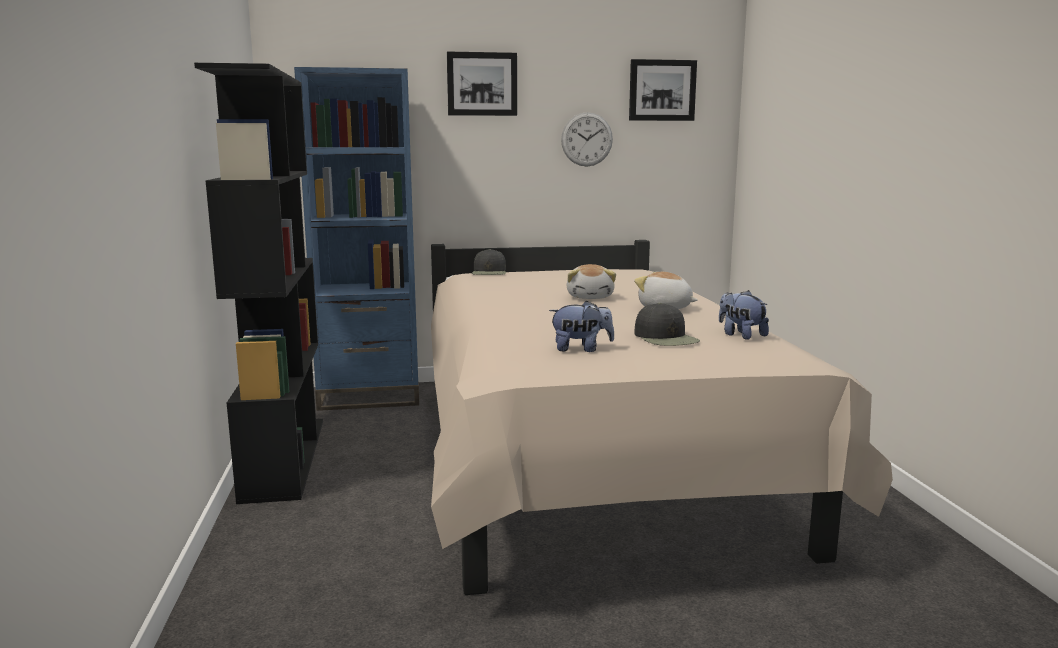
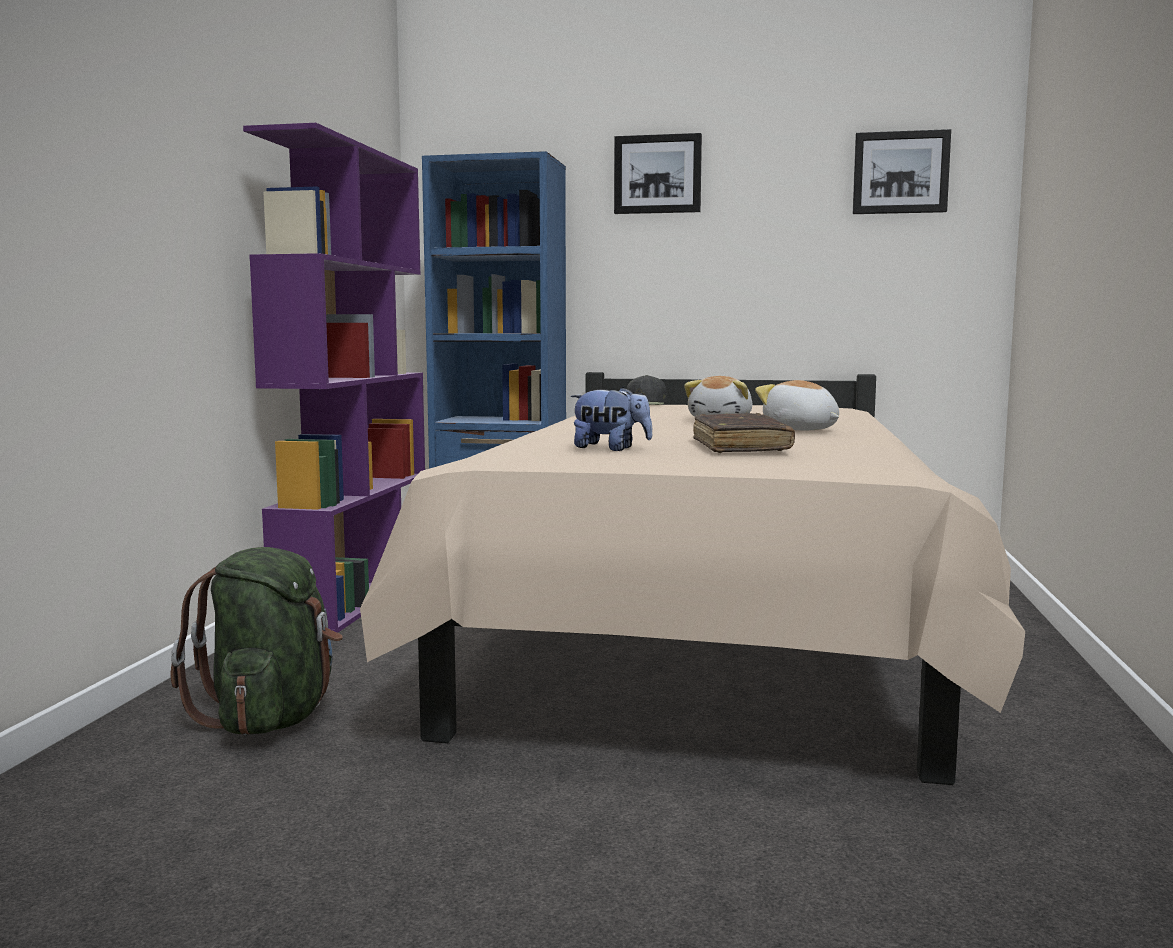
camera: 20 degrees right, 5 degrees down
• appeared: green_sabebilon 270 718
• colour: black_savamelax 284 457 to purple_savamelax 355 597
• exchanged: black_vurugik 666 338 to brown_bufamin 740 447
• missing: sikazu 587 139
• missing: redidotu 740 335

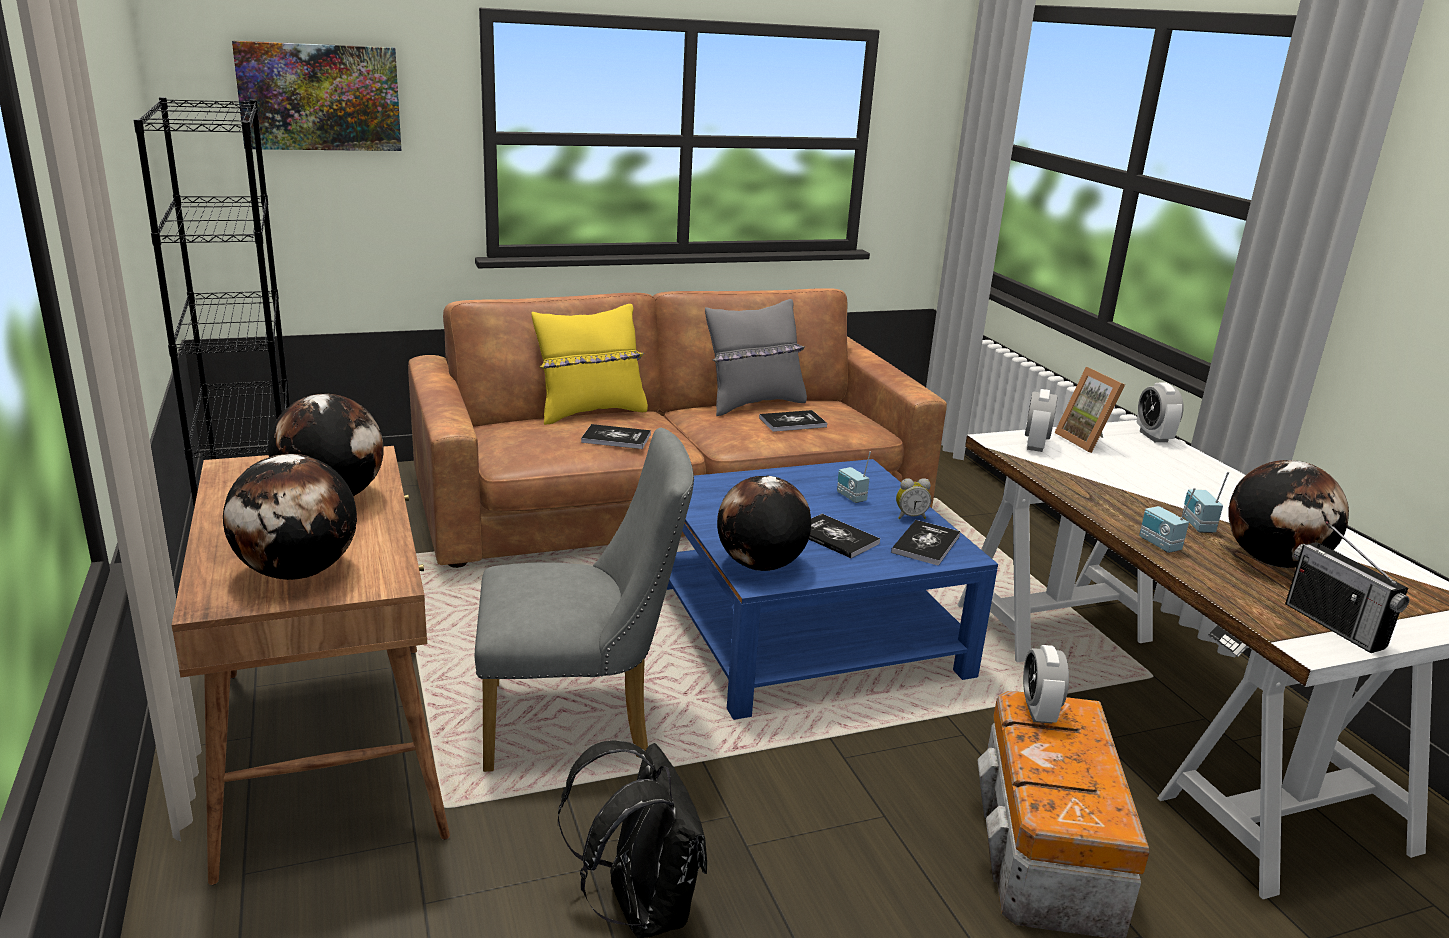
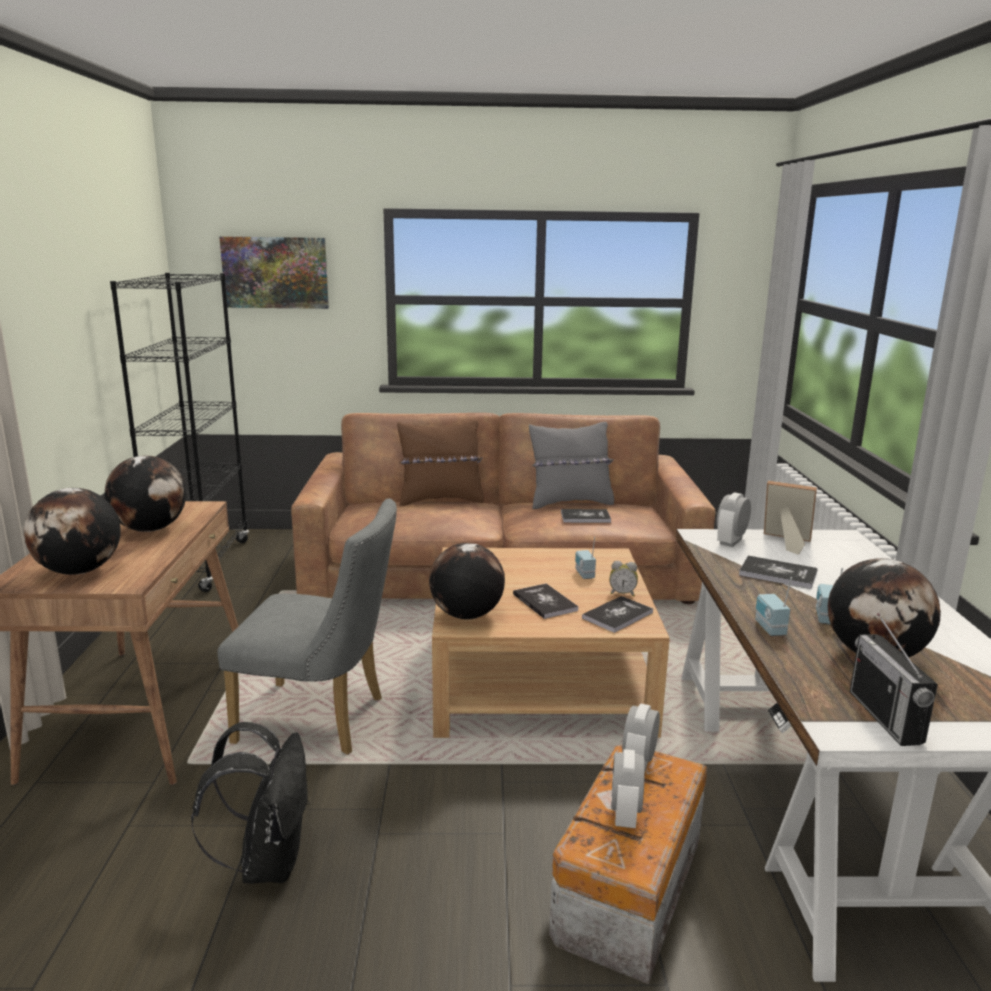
camera: 20 degrees right, 5 degrees down
• colour: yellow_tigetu 590 412 to brown_tigetu 441 500
• colour: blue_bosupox 805 629 to beige_bosupox 539 679
• relocated: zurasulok 1153 436 to 625 814
• relocated: bufamin 616 438 to 778 574
• spun: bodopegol 1087 441 = 784 542 120 degrees clockwise

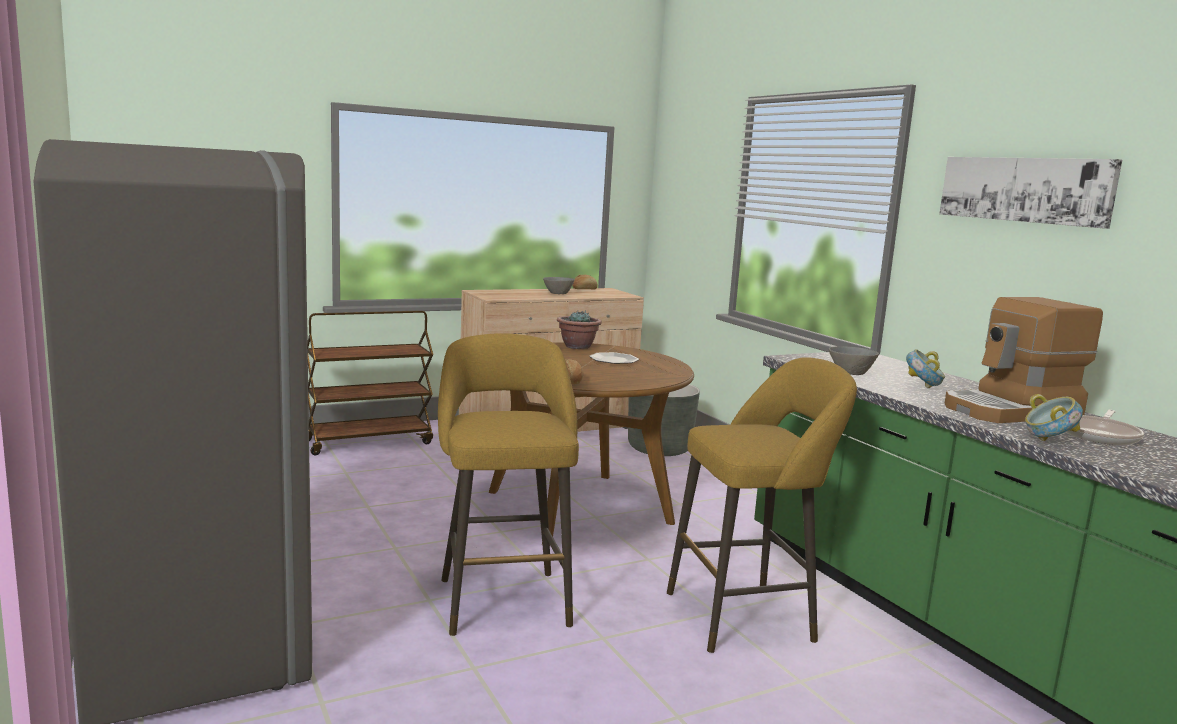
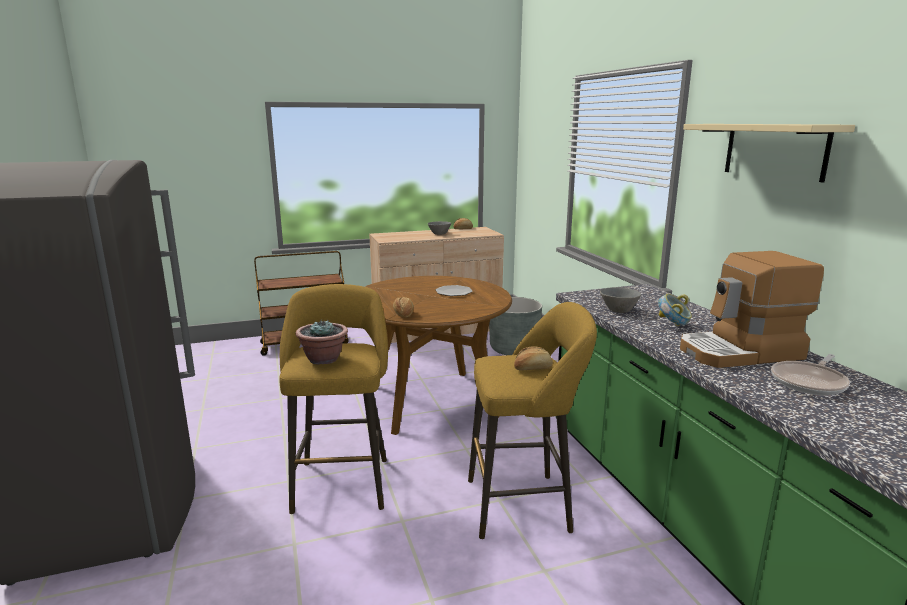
camera: 10 degrees right, 5 degrees up
• relocated: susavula 577 346 to 323 359
• appeared: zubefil 532 368
• exchanged: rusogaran 1024 189 to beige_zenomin 774 150
• missing: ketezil 1048 441

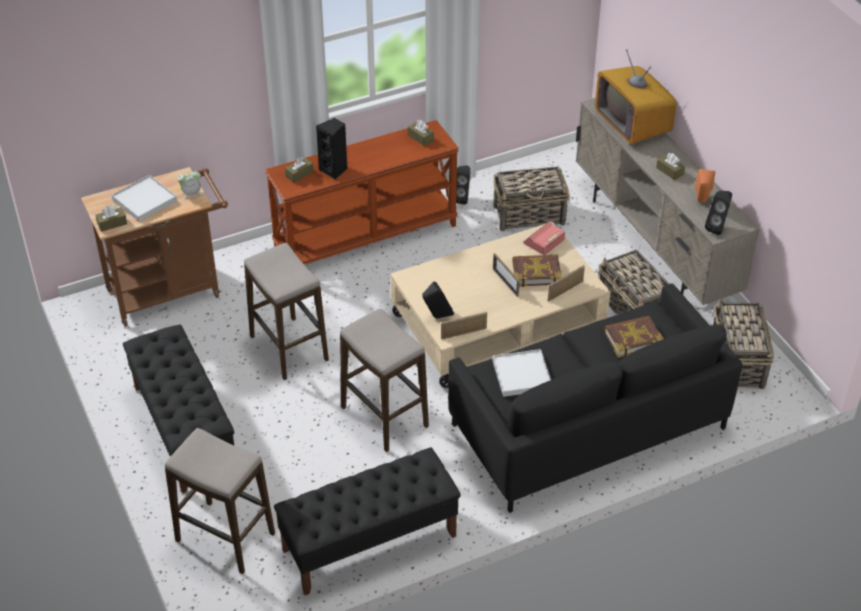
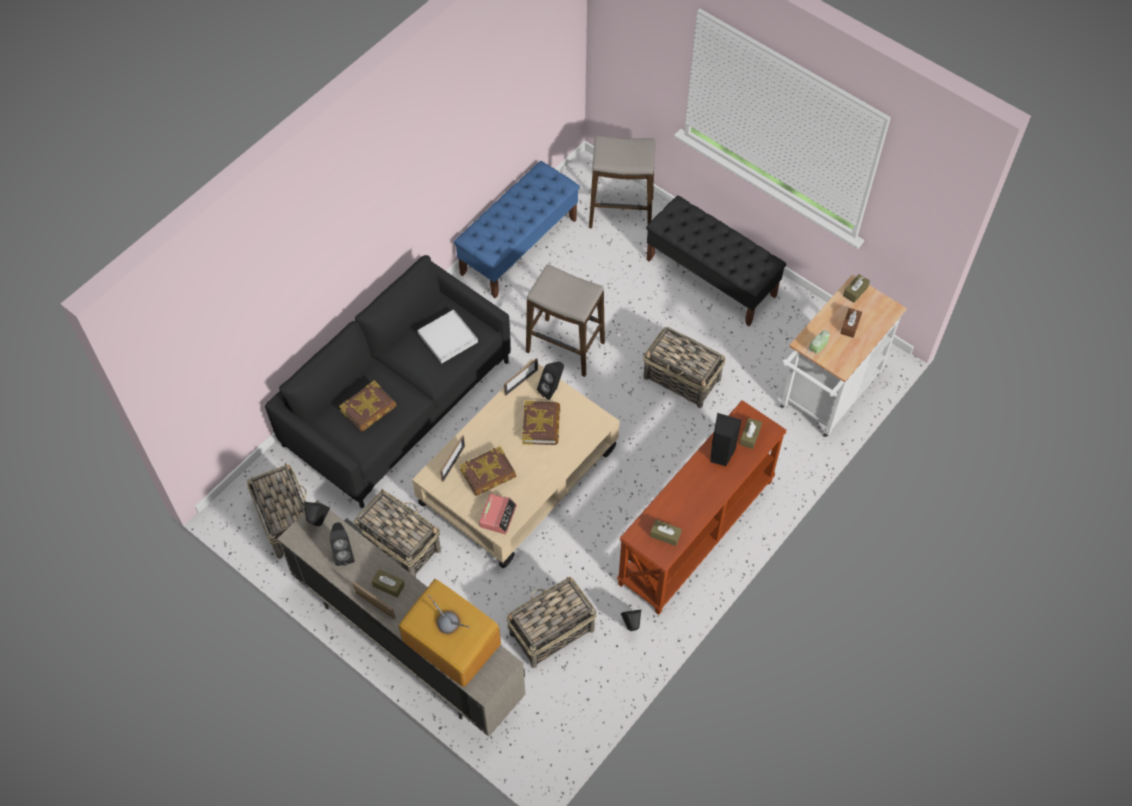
camera: 155 degrees right, 15 degrees up
• colour: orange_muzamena 701 202 to black_muzamena 343 553
• relocated: bodopegol 505 282 to 375 605
• colour: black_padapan 369 543 to blue_padapan 519 246
• appeared: bufamin 541 425
• exchanged: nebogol 289 349 to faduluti 682 379
• colour: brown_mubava 170 290 to white_mubava 825 396
• exchanged: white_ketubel 144 201 to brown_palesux 850 326

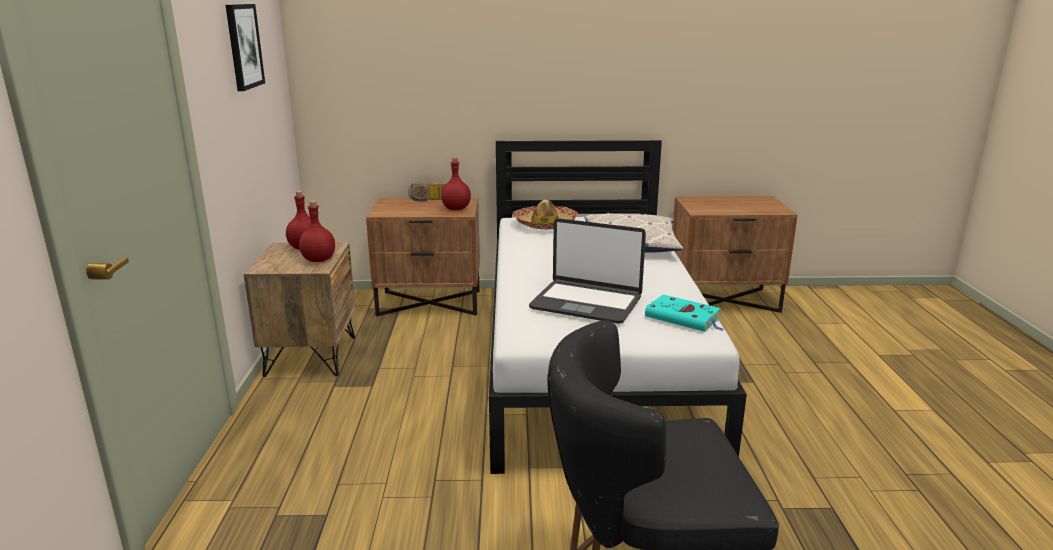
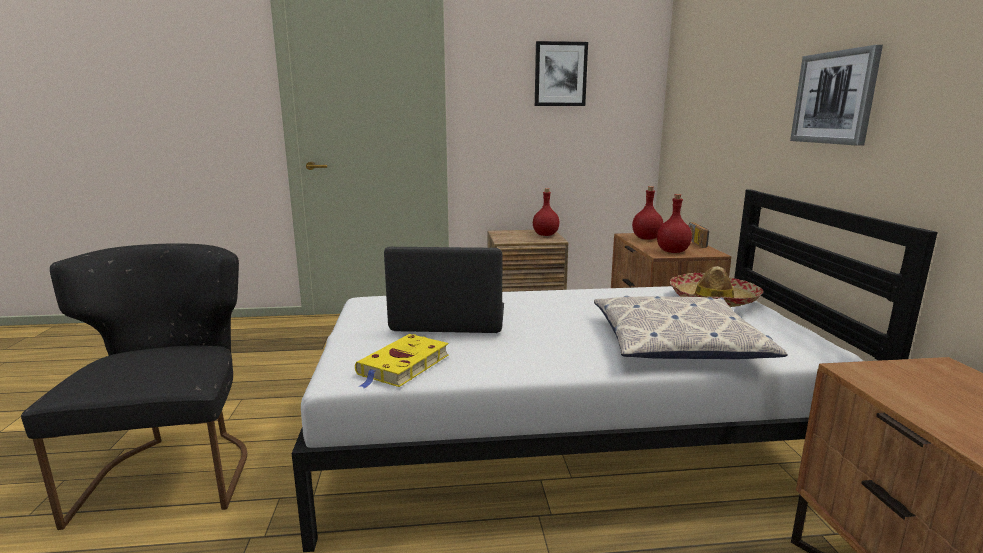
camera: 85 degrees right, 5 degrees down
• colour: turquoise_bufamin 684 318 to yellow_bufamin 402 366
• spun: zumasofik 586 303 = 449 320 75 degrees clockwise
• relocated: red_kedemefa 319 260 to 646 238
• appeared: rusogaran 834 98

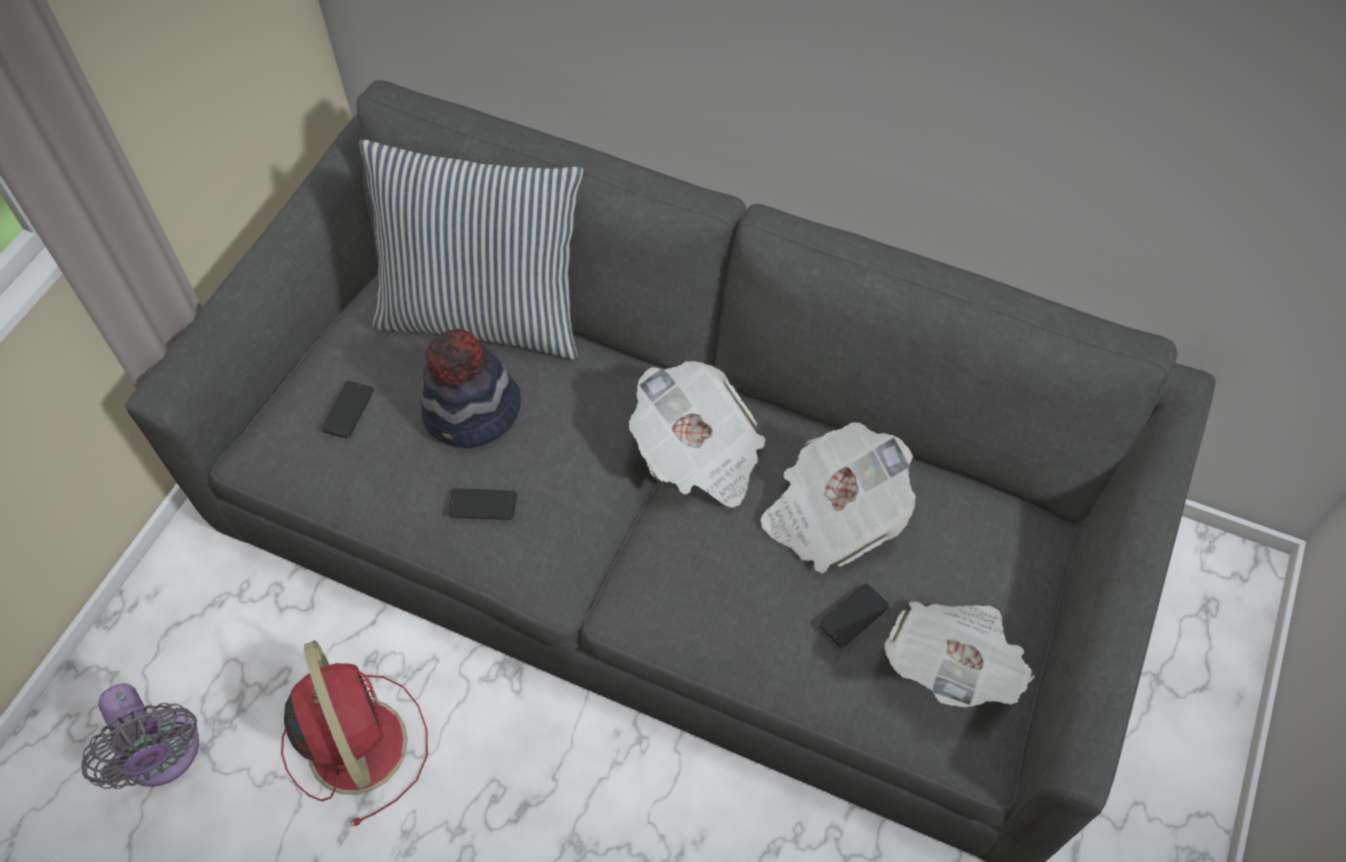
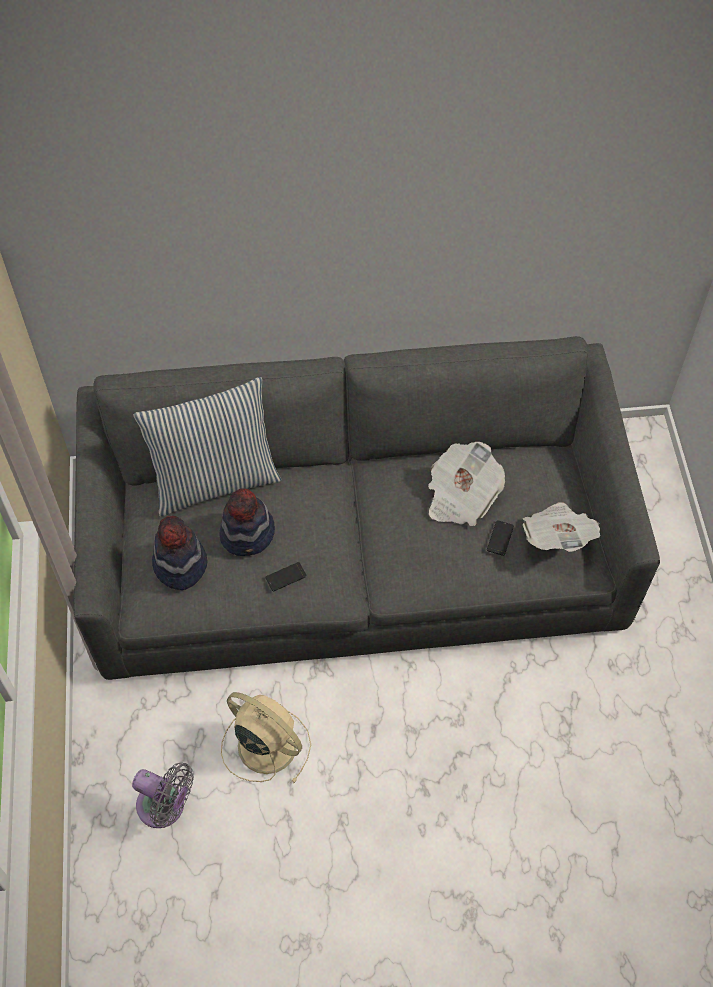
camera: 30 degrees left, 0 degrees up
• exchanged: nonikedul 348 410 to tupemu 180 565
• colour: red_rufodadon 356 741 to beige_rufodadon 265 744
• missing: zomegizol 698 454

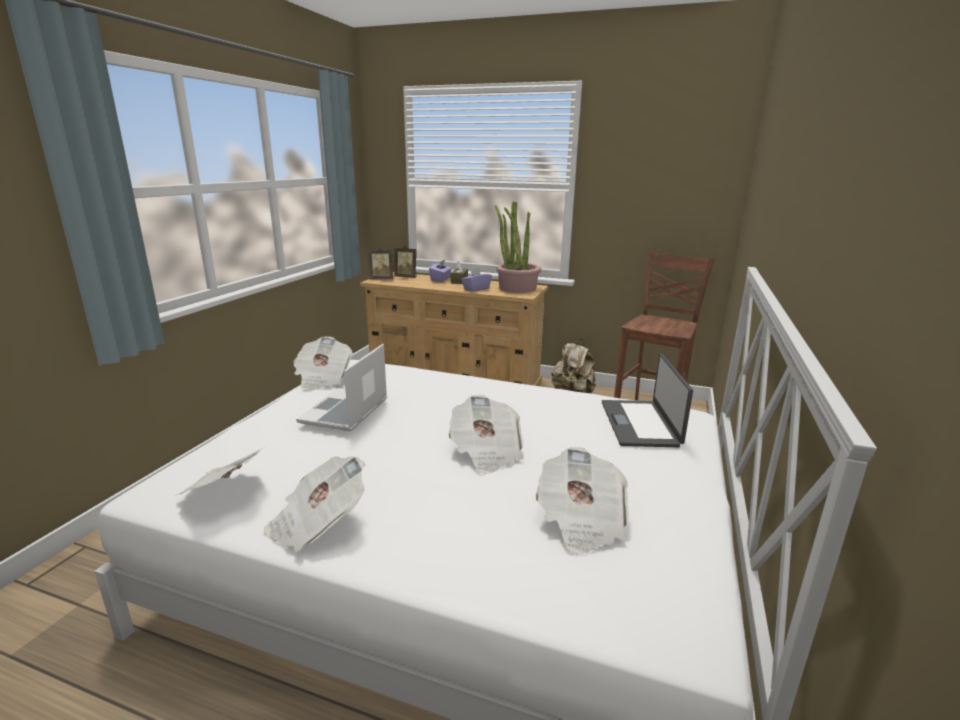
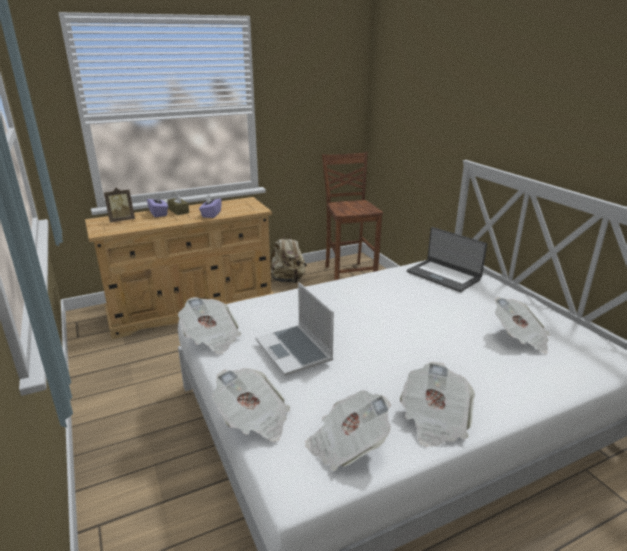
camera: 45 degrees left, 5 degrees up
• relocated: zomegizol 486 452 to 253 419
• missing: bodopegol 381 279
• missing: susavula 517 288

